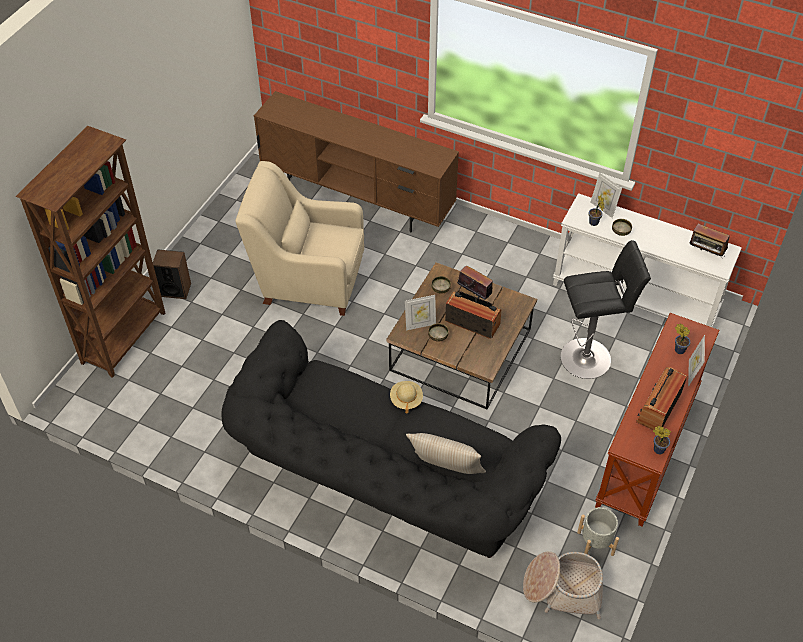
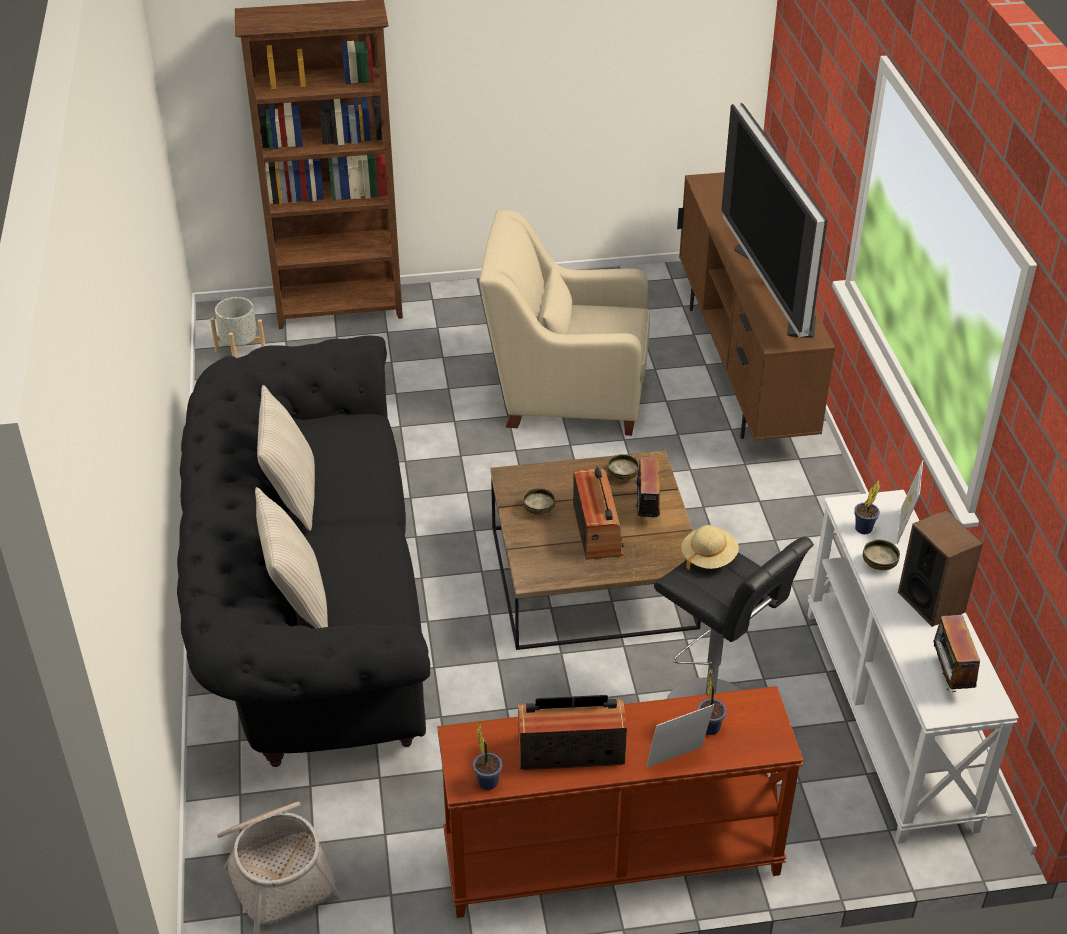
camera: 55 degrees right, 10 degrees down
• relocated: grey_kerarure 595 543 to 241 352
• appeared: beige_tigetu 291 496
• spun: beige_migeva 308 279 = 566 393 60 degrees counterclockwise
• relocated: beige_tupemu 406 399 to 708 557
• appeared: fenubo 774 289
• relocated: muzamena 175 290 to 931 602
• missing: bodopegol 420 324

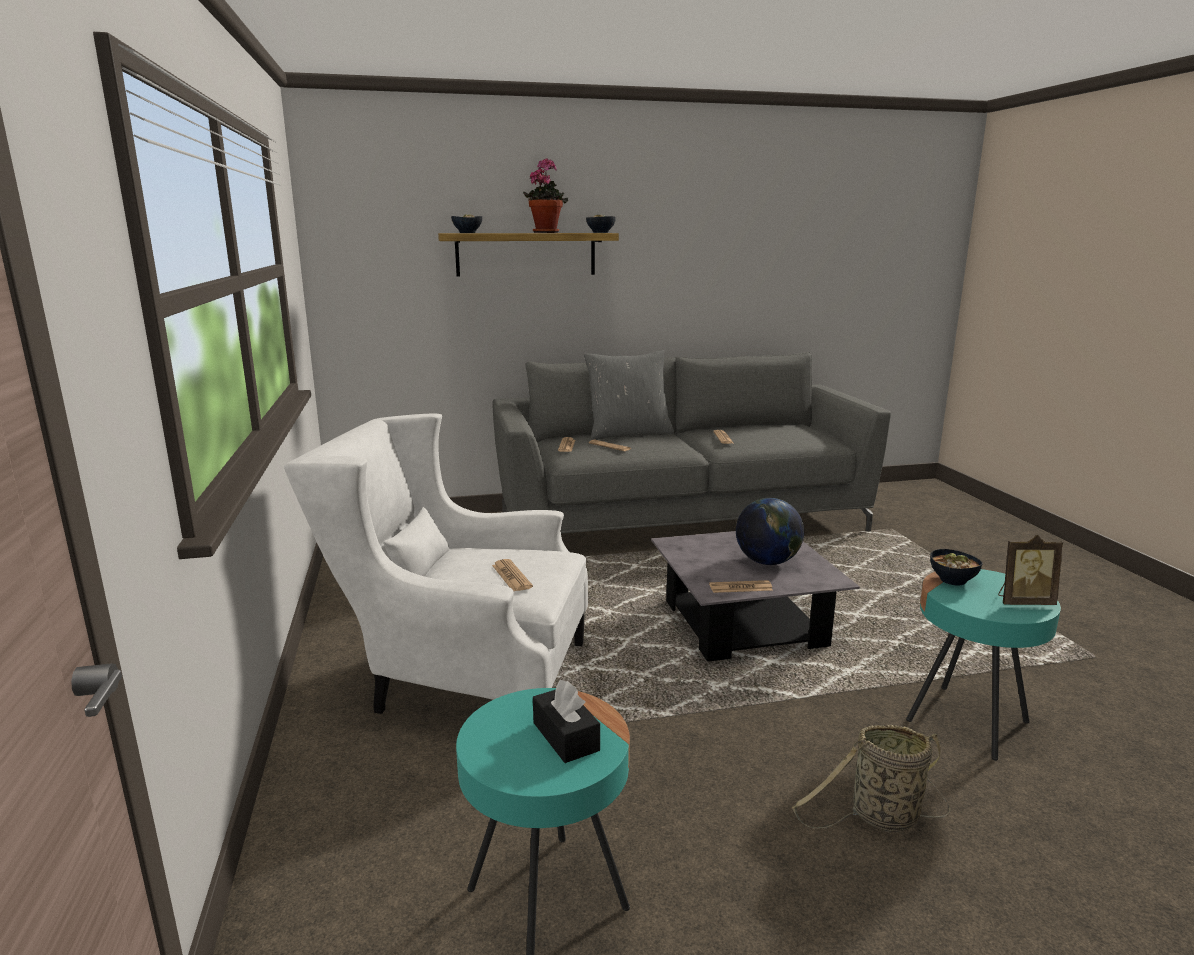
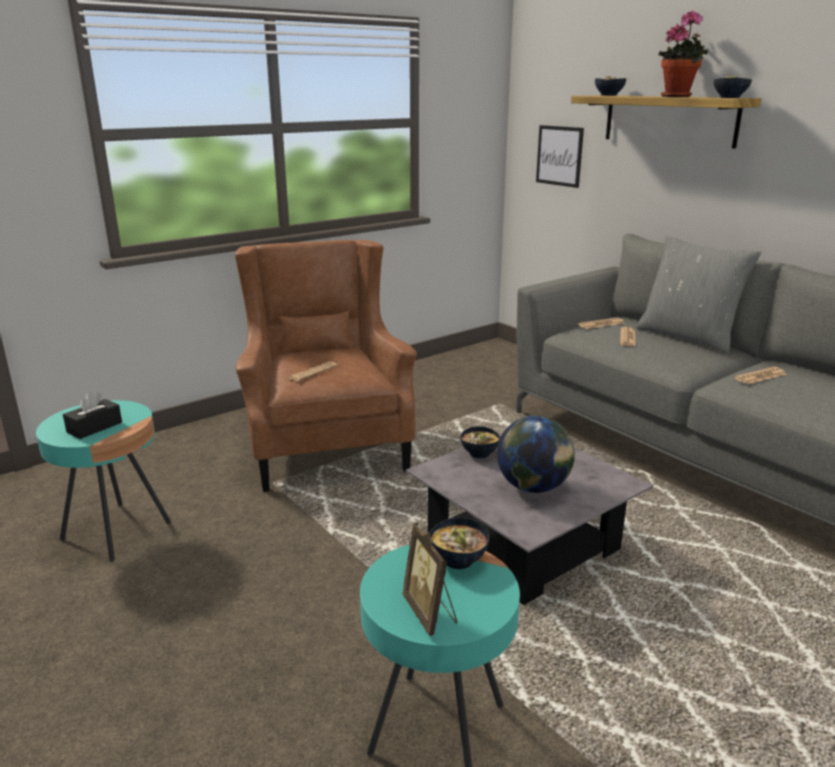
camera: 65 degrees right, 5 degrees up
• colour: white_migeva 463 679 to brown_migeva 326 442
• appeared: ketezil 479 454
• appeared: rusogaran 559 156
• missing: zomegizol 740 587
• missing: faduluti 880 818

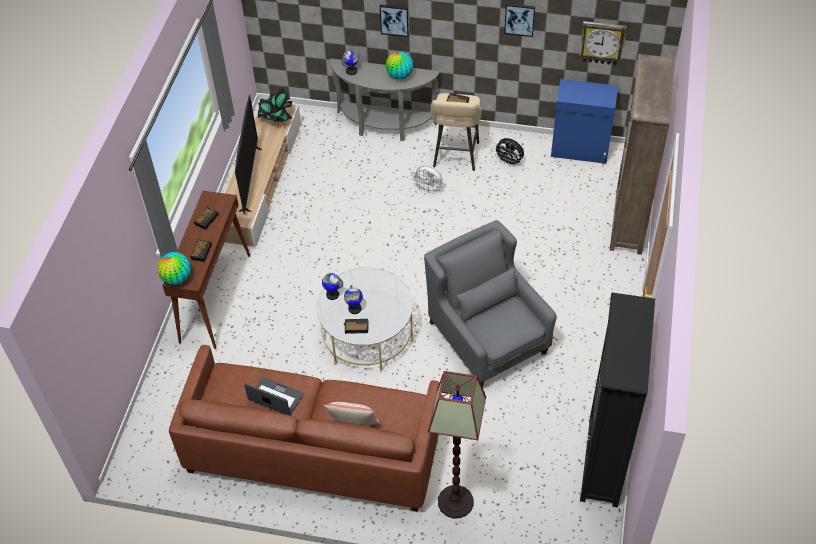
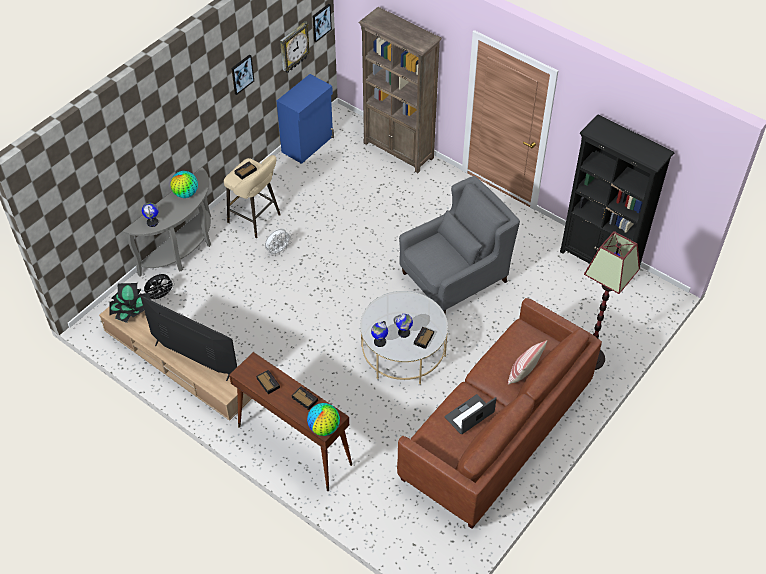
camera: 65 degrees left, 0 degrees up
• relocated: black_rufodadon 509 162 to 160 296
• relocated: rusogaran 394 20 to 321 22
• spun: grey_migeva 487 338 = 454 278 150 degrees clockwise

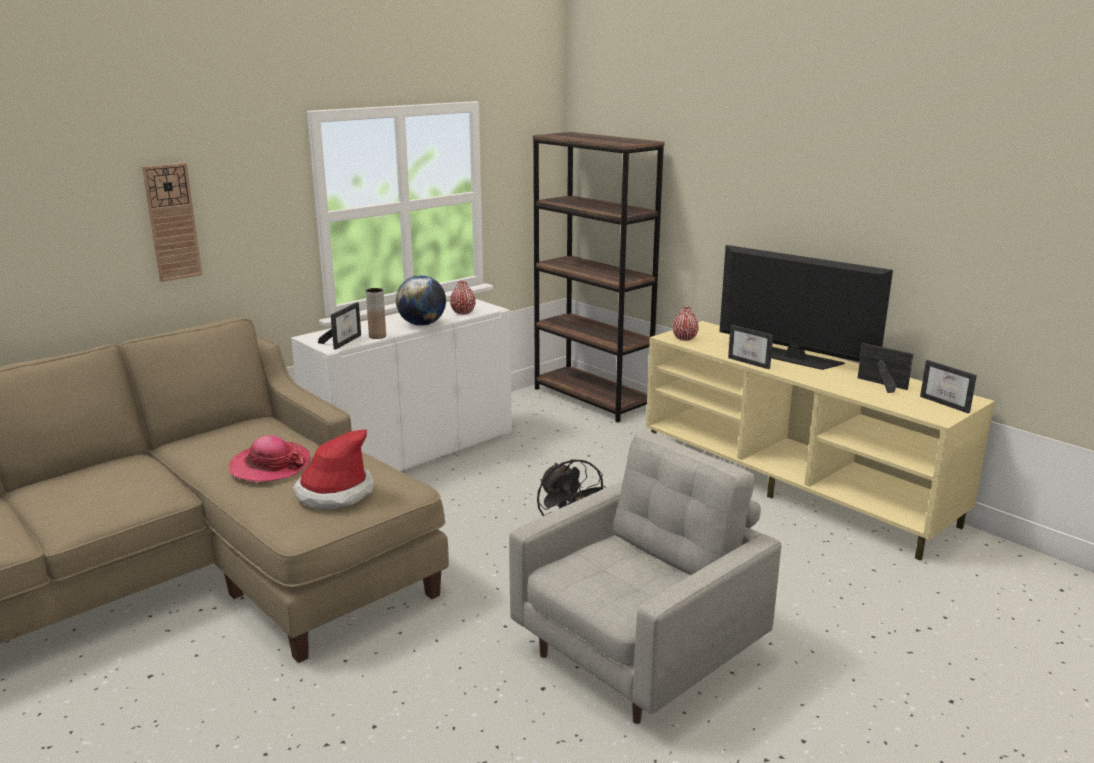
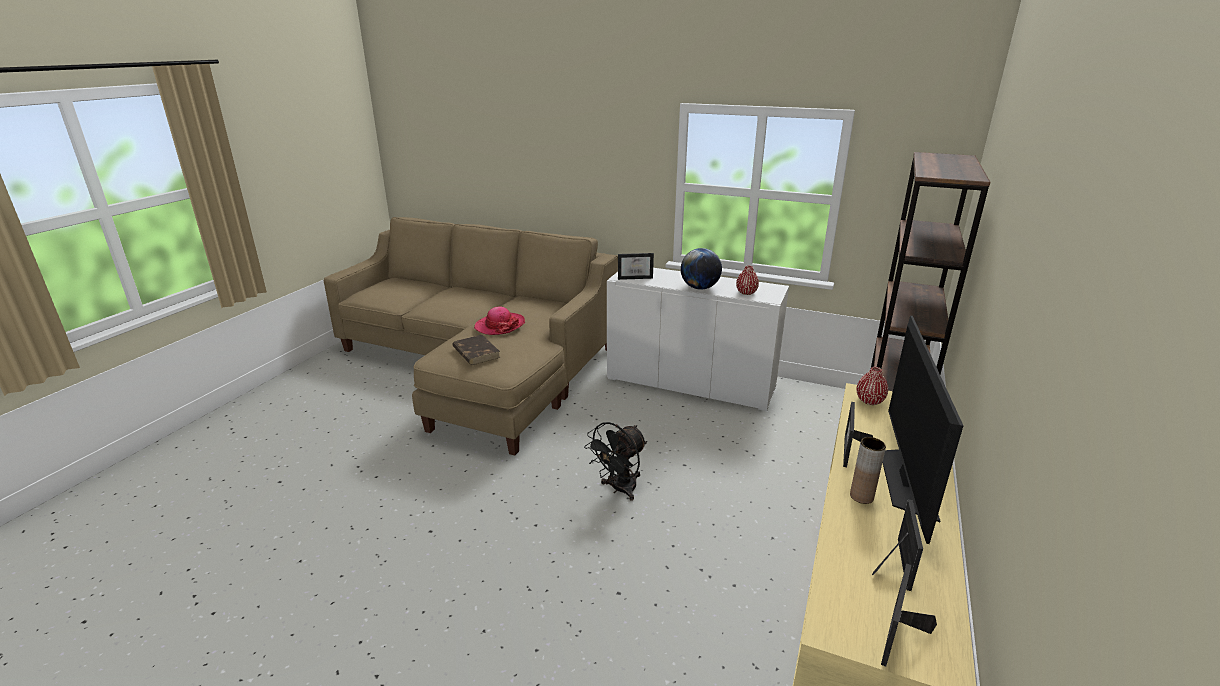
camera: 65 degrees right, 5 degrees up
• exchanged: tupemu 334 493 to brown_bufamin 476 352
• relocated: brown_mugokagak 377 336 to 861 496
• missing: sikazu 172 222
• missing: grey_migeva 641 653

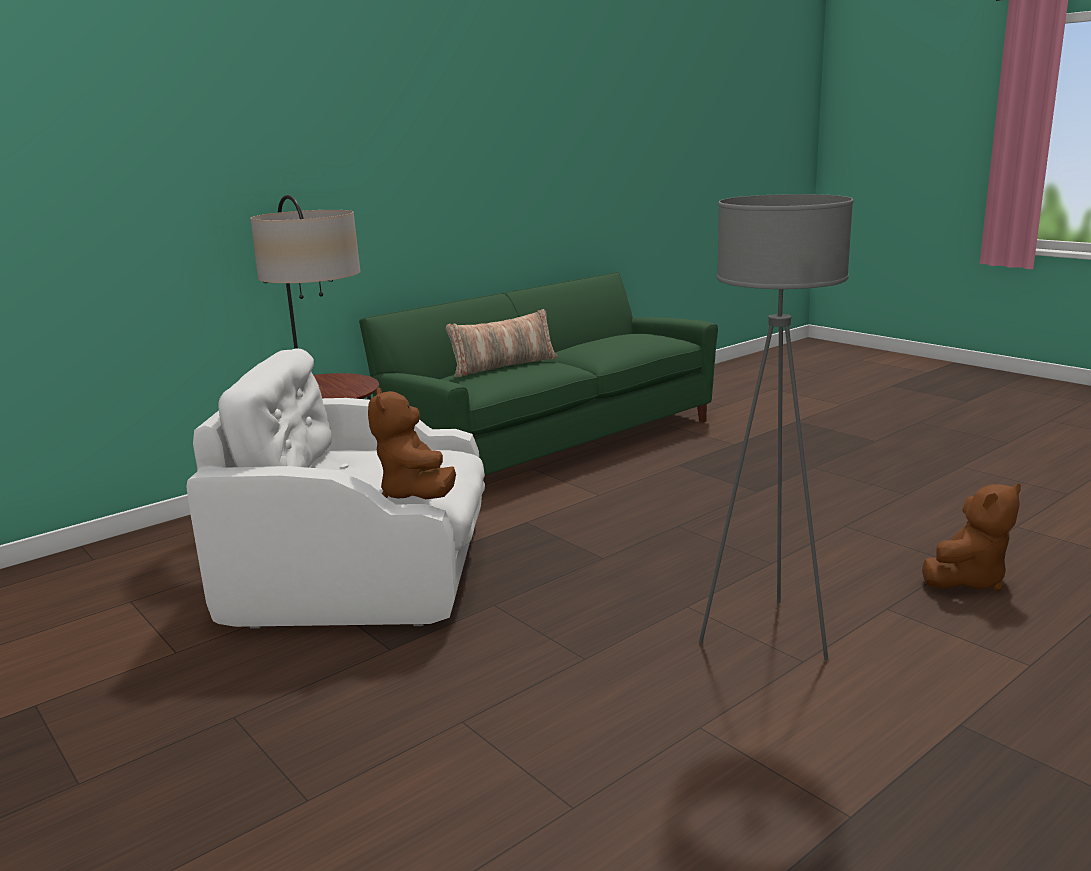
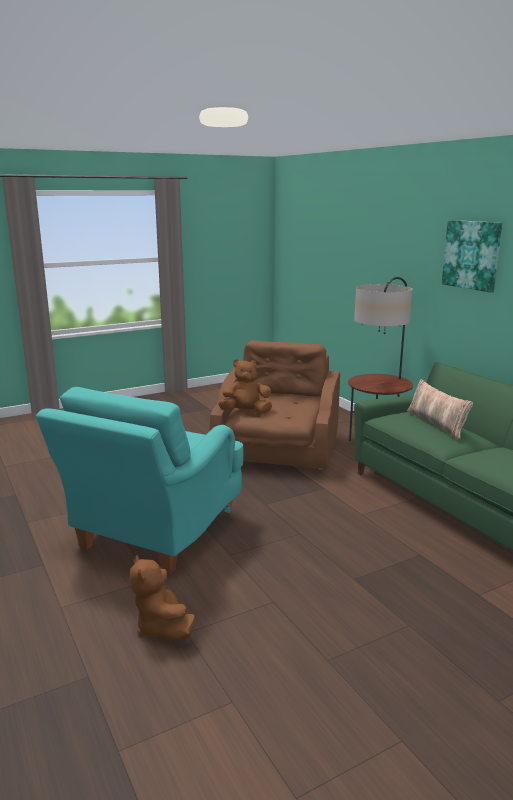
camera: 100 degrees right, 0 degrees up
• exchanged: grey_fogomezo 765 634 to turquoise_migeva 155 534
• colour: white_migeva 367 572 to brown_migeva 277 450
• appeared: rusogaran 472 255

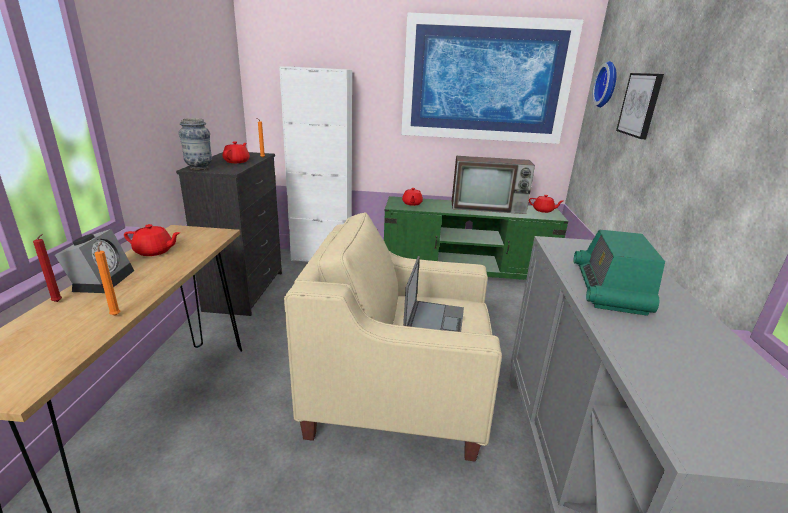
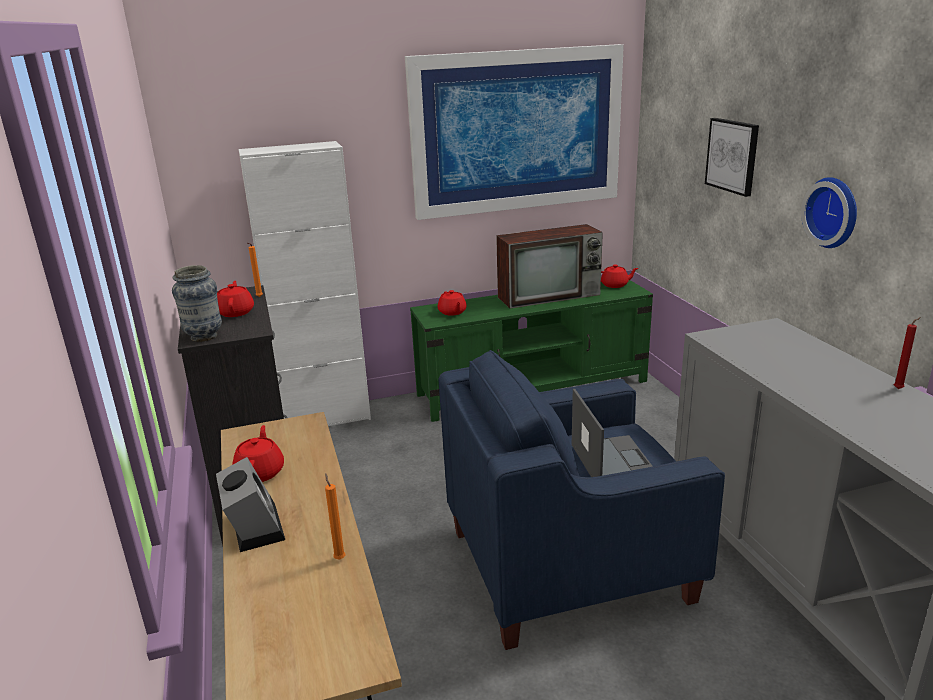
camera: 20 degrees left, 0 degrees up
• spun: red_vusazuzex 154 251 = 260 472 75 degrees counterclockwise
• colour: beige_migeva 396 395 to blue_migeva 568 564
• relocated: sikazu 608 84 to 834 212
• relocated: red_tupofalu 58 302 to 899 389
• missing: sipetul 609 289

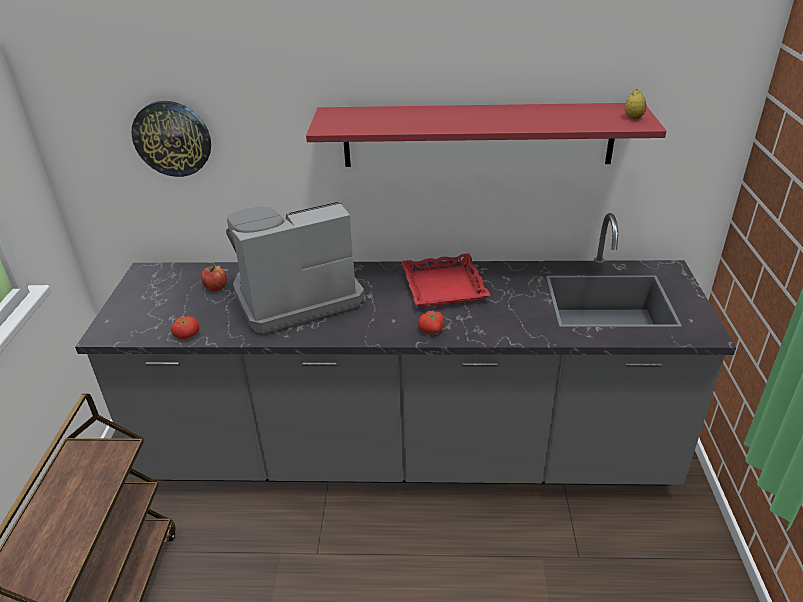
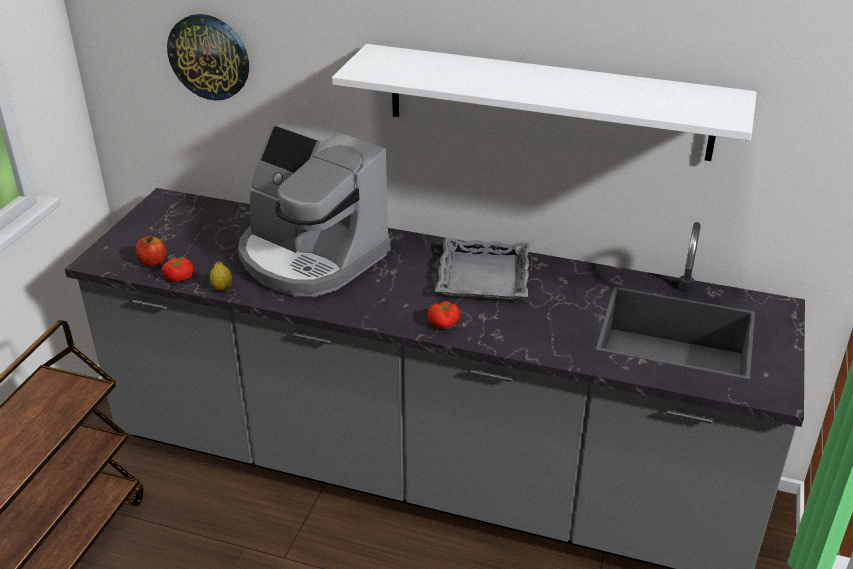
camera: 15 degrees right, 0 degrees up
• relocated: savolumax 215 287 to 152 262
• relocated: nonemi 633 117 to 222 288
• spun: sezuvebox 295 296 = 310 257 135 degrees counterclockwise
• colour: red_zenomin 477 135 to white_zenomin 548 102
• colour: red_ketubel 444 286 to grey_ketubel 484 277

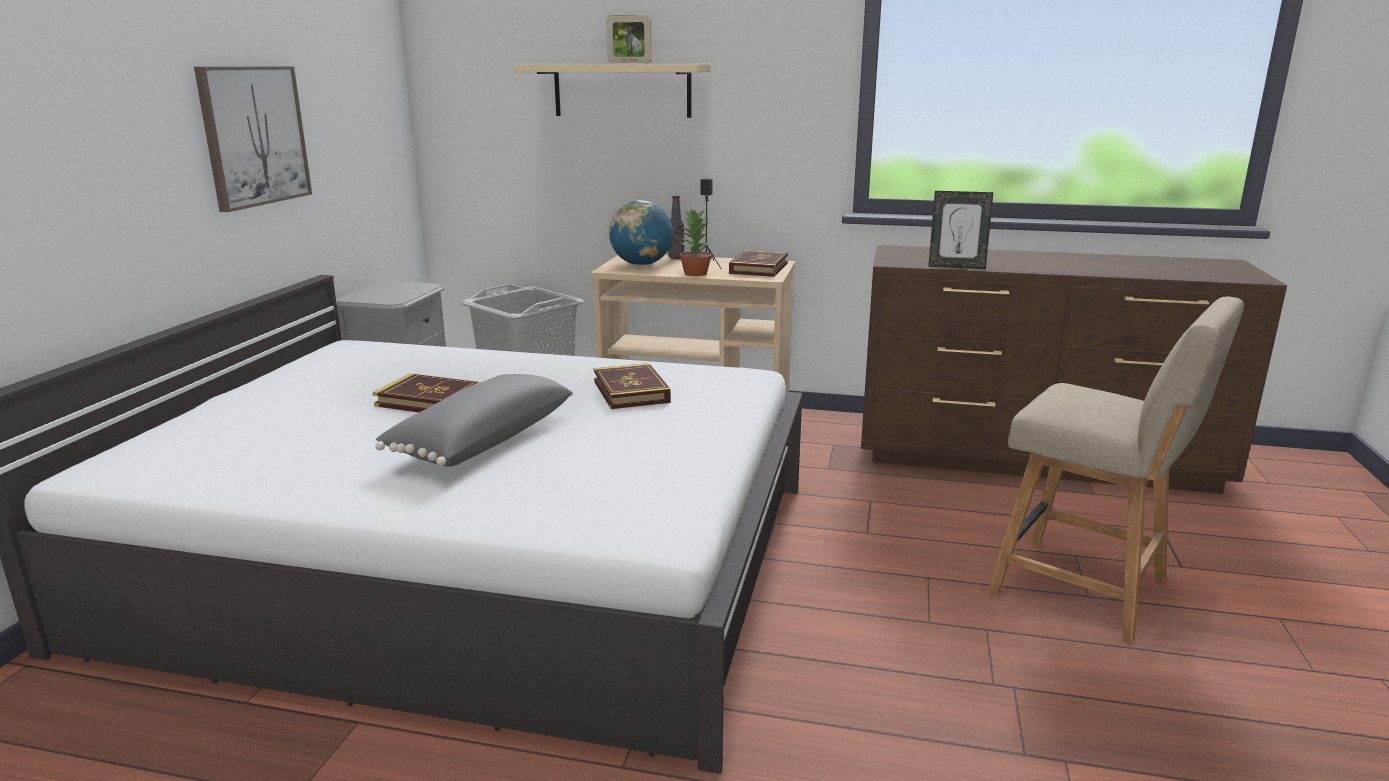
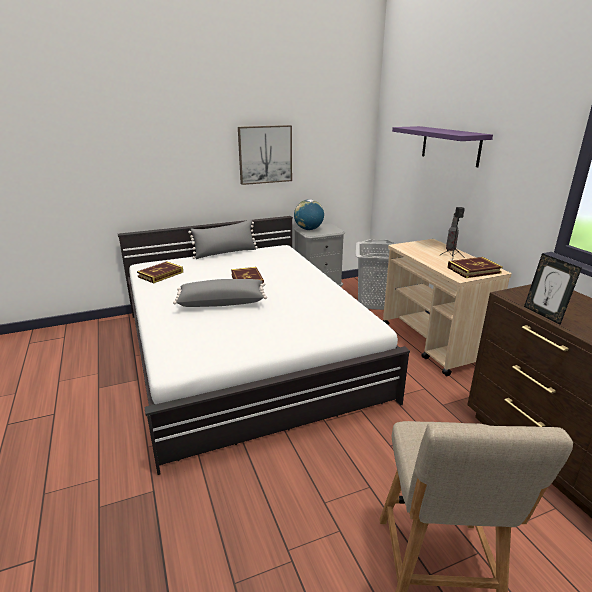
camera: 55 degrees right, 5 degrees up
• relocated: bufamin 631 391 to 160 274
• appeared: grey_tigetu 225 253
• relocated: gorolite 641 264 to 308 229
• colour: beige_zenomin 622 90 to purple_zenomin 450 145
• missing: bodopegol 629 63
• missing: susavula 694 273

